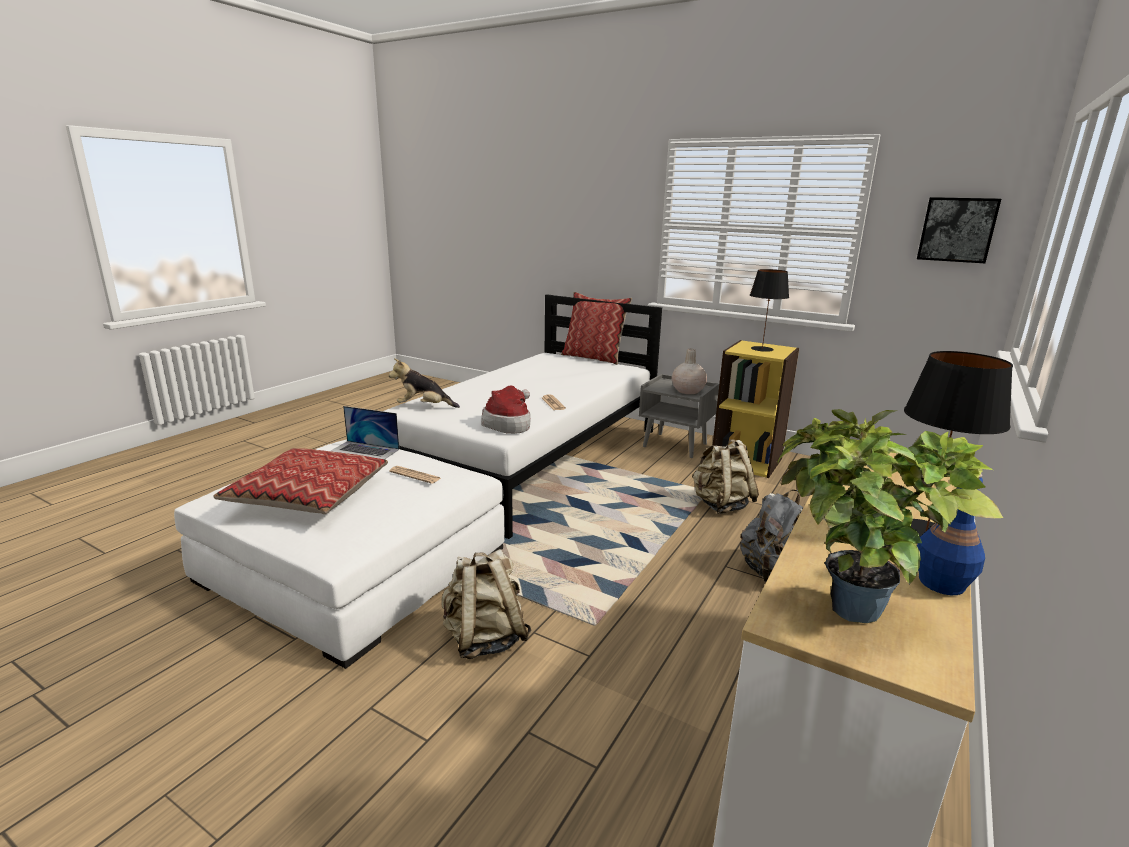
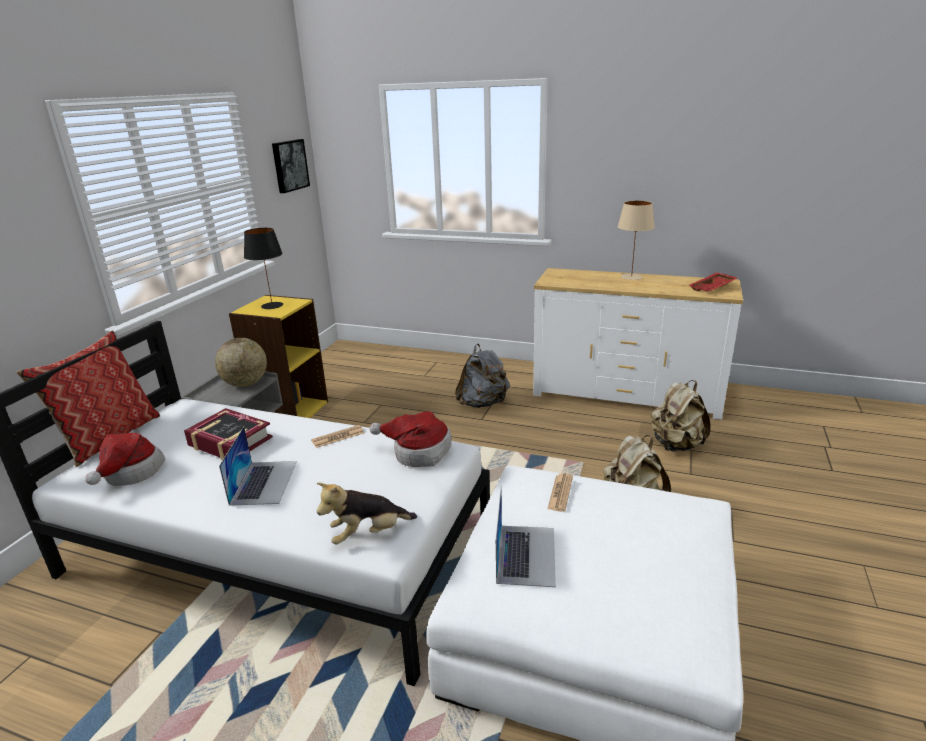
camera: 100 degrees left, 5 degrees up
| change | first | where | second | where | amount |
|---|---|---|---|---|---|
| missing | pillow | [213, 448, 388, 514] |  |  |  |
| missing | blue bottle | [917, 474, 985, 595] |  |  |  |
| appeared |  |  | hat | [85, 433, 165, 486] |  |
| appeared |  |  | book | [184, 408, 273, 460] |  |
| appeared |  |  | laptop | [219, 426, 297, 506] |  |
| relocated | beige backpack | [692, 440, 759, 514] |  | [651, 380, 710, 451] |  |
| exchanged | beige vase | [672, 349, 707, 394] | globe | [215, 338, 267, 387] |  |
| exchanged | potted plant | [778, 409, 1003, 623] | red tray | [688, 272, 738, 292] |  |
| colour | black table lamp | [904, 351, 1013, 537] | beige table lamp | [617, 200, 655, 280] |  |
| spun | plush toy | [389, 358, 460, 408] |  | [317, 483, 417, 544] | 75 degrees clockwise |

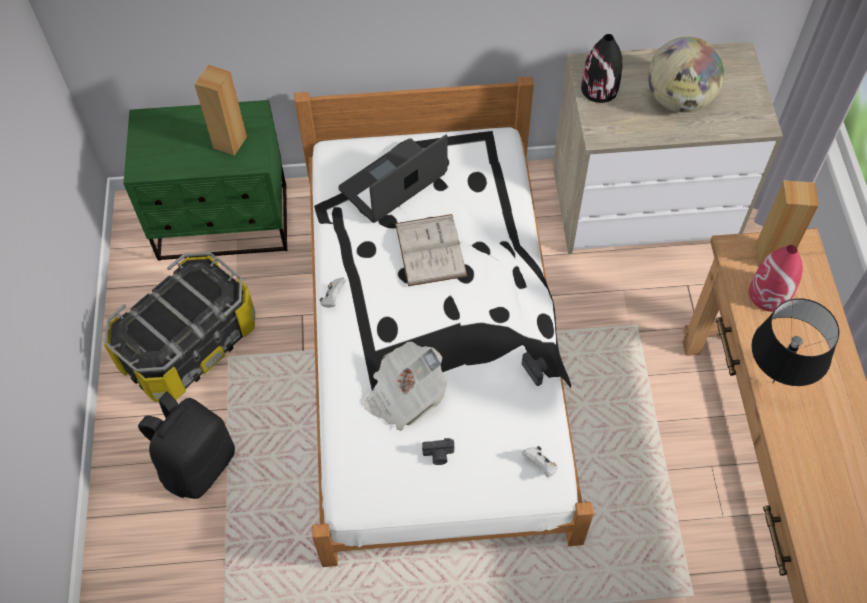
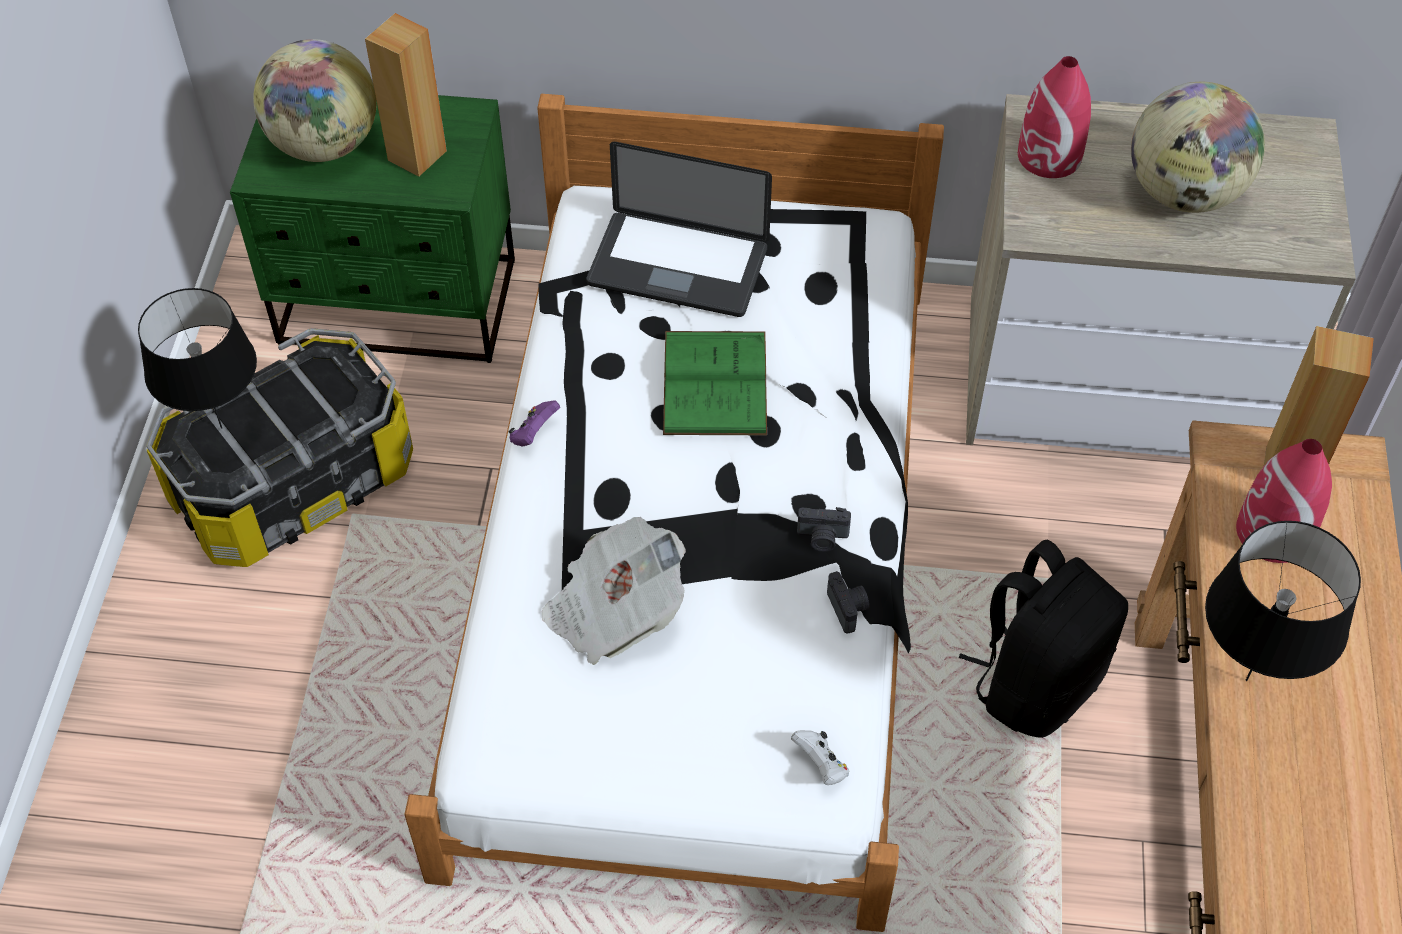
camera: 10 degrees right, 5 degrees down
| change | first | where | second | where | amount |
|---|---|---|---|---|---|
| appeared |  |  | black table lamp | [138, 288, 257, 429] |  |
| appeared |  |  | globe | [253, 39, 376, 162] |  |
| relocated | black backpack | [138, 391, 235, 499] |  | [958, 540, 1128, 738] |  |
| relocated | photo camera | [422, 438, 454, 465] |  | [797, 507, 851, 552] |  |
| colour | white game controller | [319, 277, 346, 308] | purple game controller | [509, 400, 560, 447] |  |
| colour | white book | [395, 214, 467, 286] | green book | [663, 331, 767, 435] |  |
| colour | black vase | [581, 34, 623, 103] | red vase | [1018, 56, 1091, 178] |  |
| spun | laptop | [338, 135, 447, 223] |  | [587, 142, 772, 317] | 135 degrees counterclockwise |

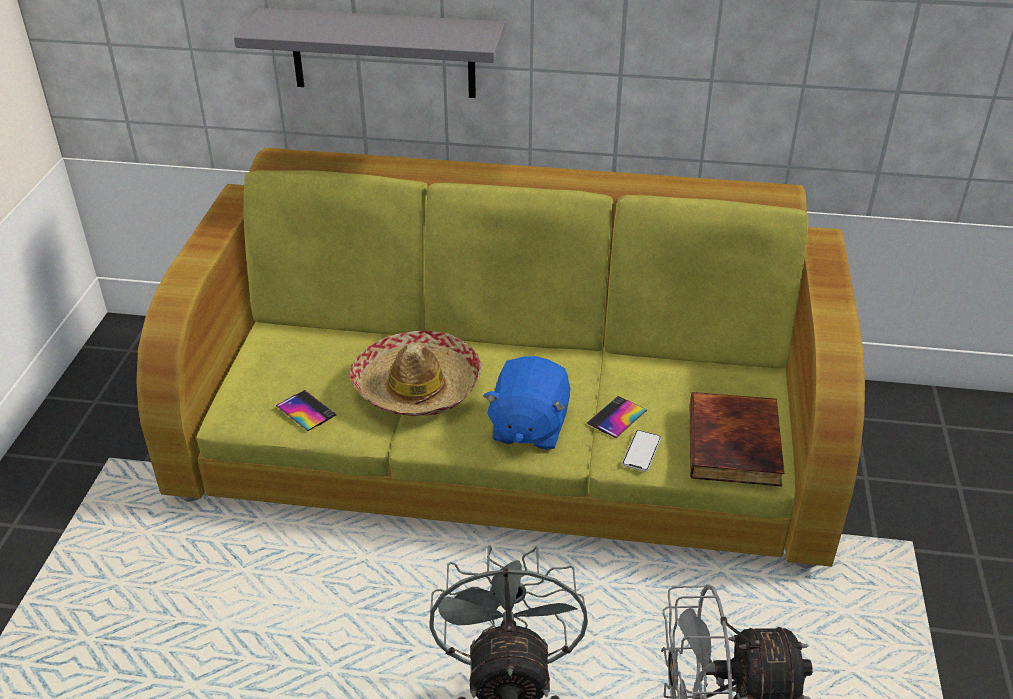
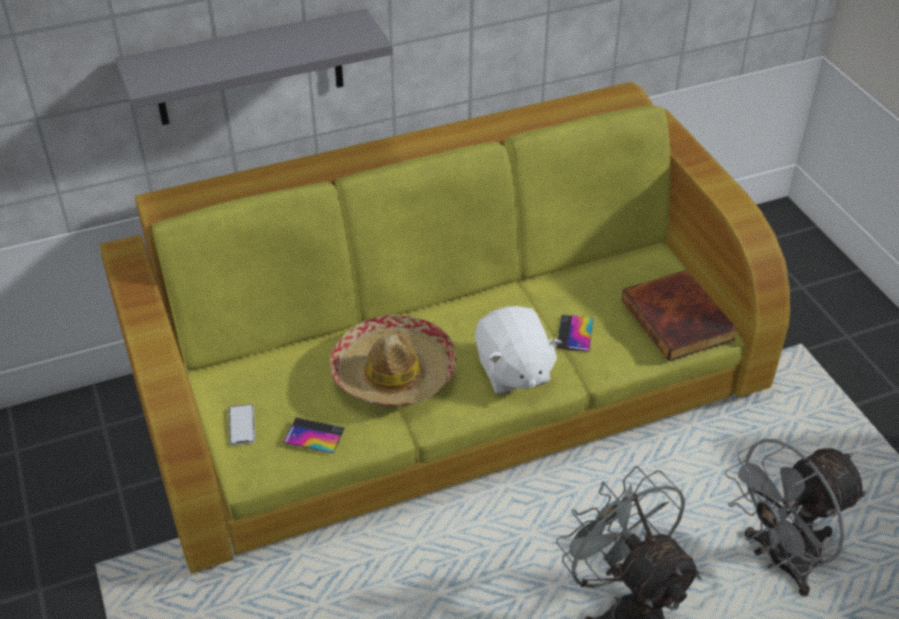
camera: 30 degrees left, 5 degrees up
| change | first | where | second | where | amount |
|---|---|---|---|---|---|
| relocated | phone | [622, 430, 661, 471] |  | [228, 404, 255, 445] |  |
| colour | blue plush toy | [483, 356, 570, 450] | white plush toy | [475, 306, 561, 394] |  |

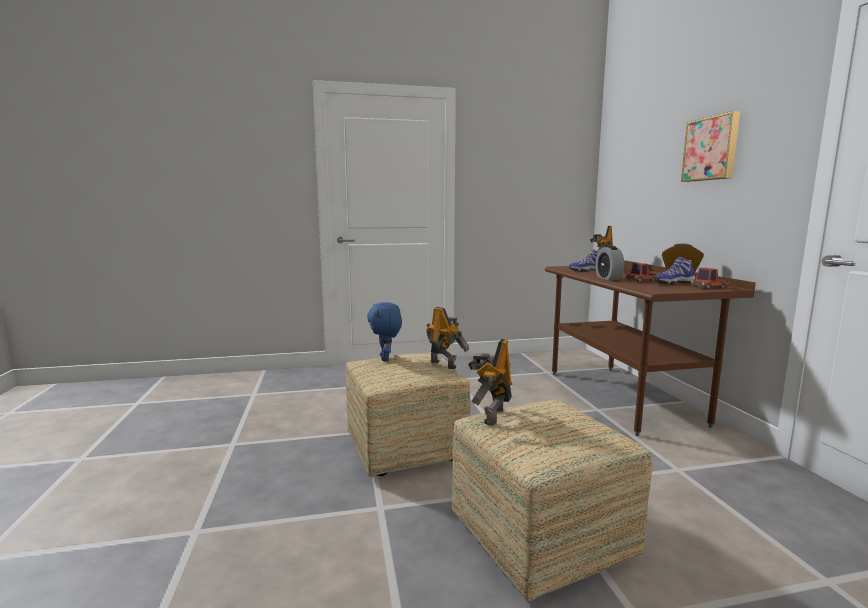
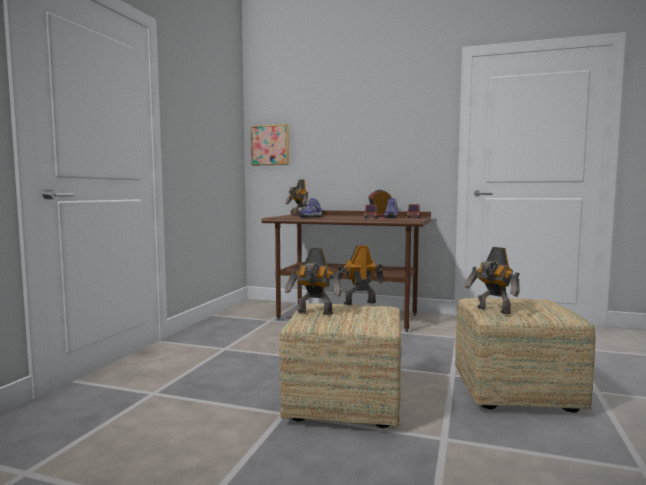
camera: 60 degrees left, 5 degrees down
| change | first | where | second | where | amount |
|---|---|---|---|---|---|
| missing | alarm clock | [595, 246, 624, 280] |  |  |  |
| relocated | picture | [681, 111, 740, 182] |  | [251, 124, 289, 166] |  |
| exchanged | blue plush toy | [367, 302, 402, 361] | toy robot | [285, 248, 342, 315] |  |

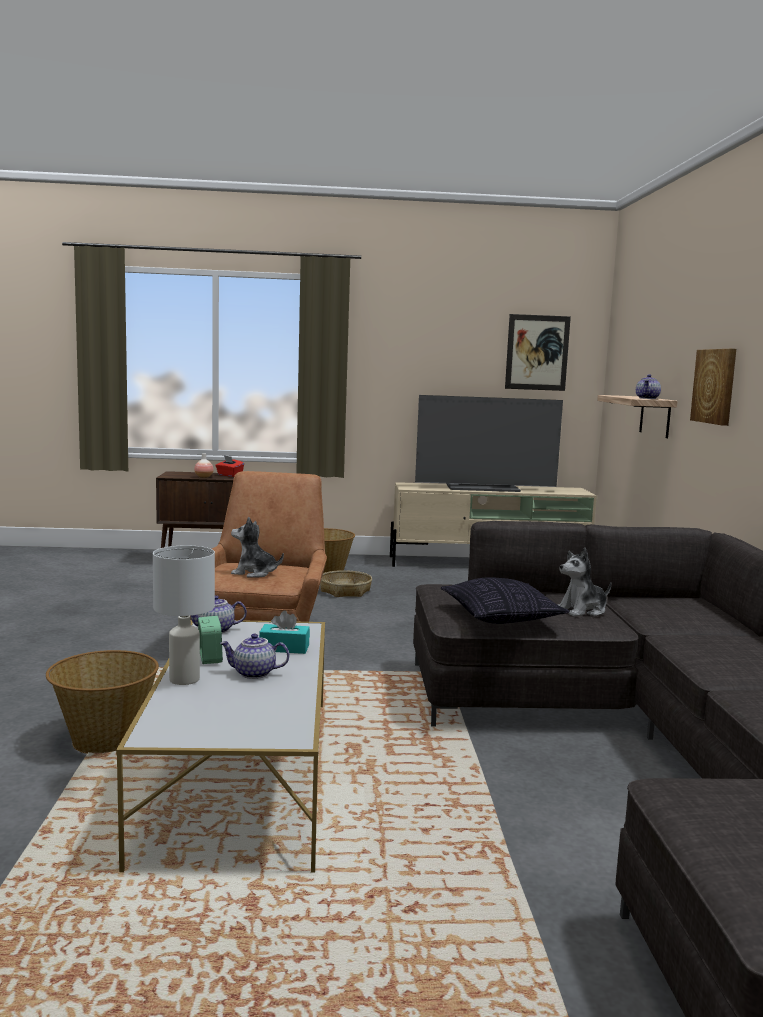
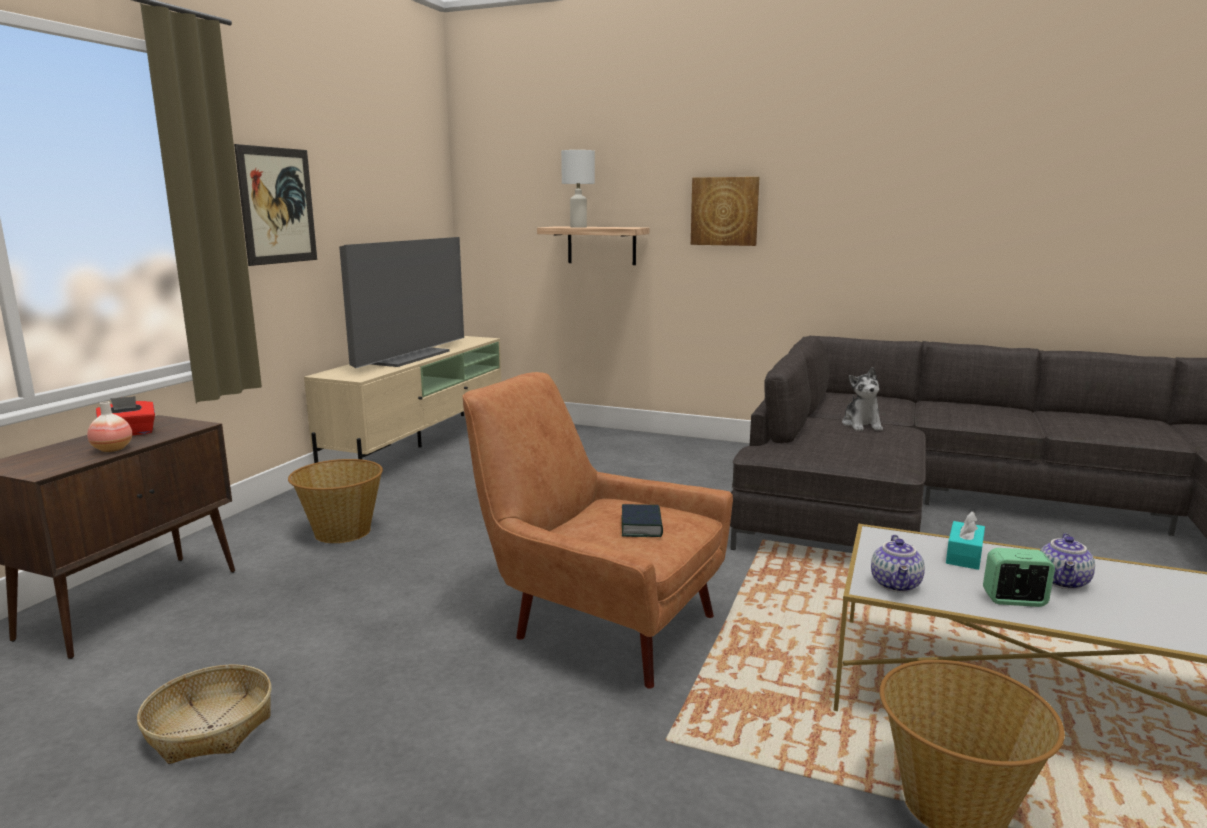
camera: 65 degrees left, 5 degrees up
| change | first | where | second | where | amount |
|---|---|---|---|---|---|
| missing | pillow | [441, 577, 569, 624] |  |  |  |
| missing | teapot | [636, 375, 661, 399] |  |  |  |
| relocated | white table lamp | [153, 546, 215, 685] |  | [561, 150, 595, 228] |  |
| relocated | basket | [320, 570, 372, 597] |  | [137, 665, 272, 764] |  |
| relocated | picture | [505, 314, 571, 391] |  | [234, 144, 317, 266] |  |
| exchanged | plush toy | [231, 517, 284, 577] | book | [622, 504, 663, 537] |  |

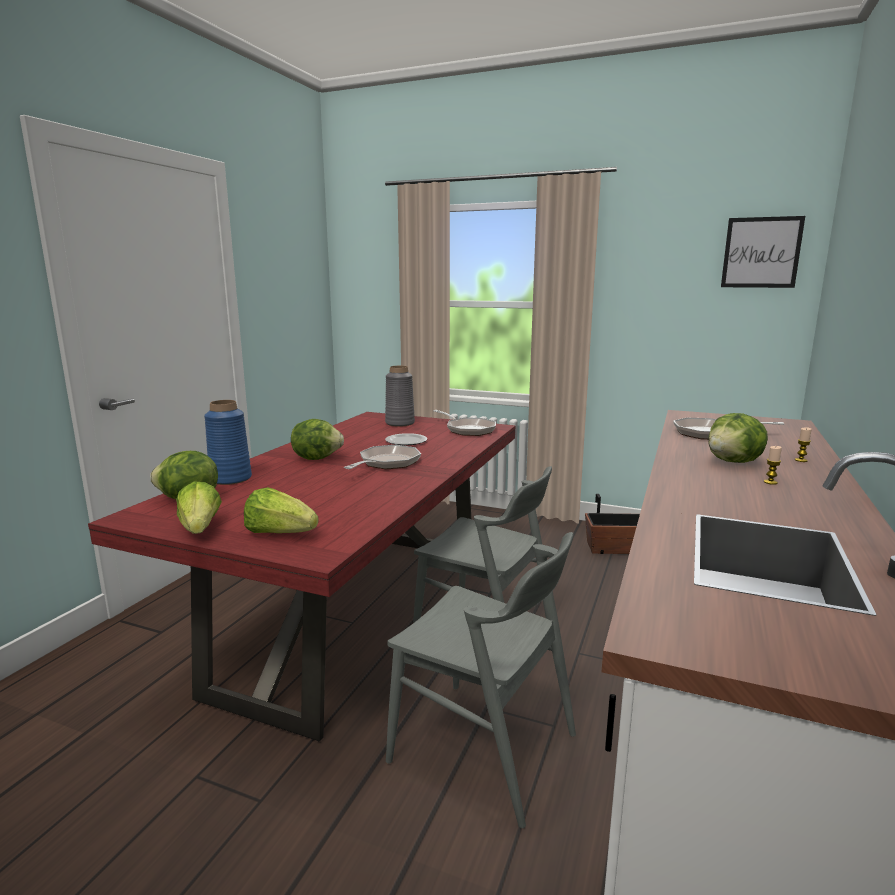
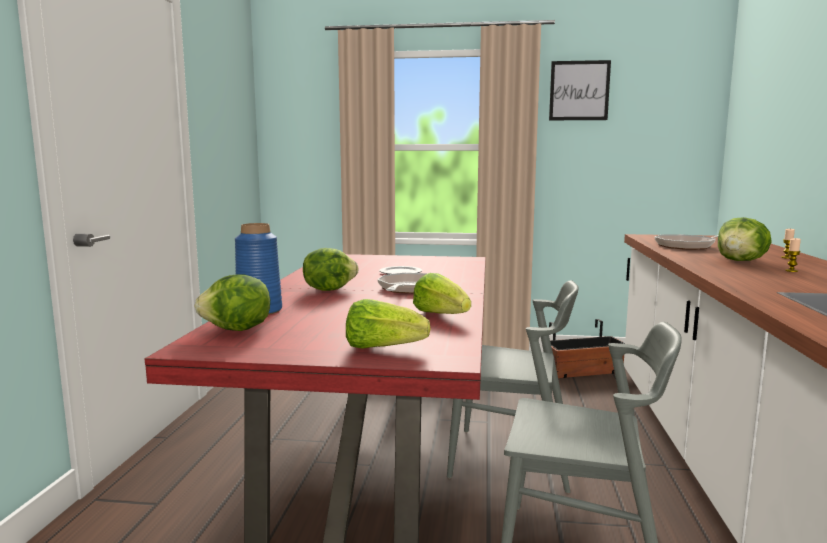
camera: 15 degrees left, 5 degrees down
| change | first | where | second | where | amount |
|---|---|---|---|---|---|
| missing | grey vase | [385, 366, 415, 427] |  |  |  |
| missing | frying pan | [433, 410, 496, 436] |  |  |  |
| relocated | lettuce | [176, 481, 222, 534] |  | [413, 273, 471, 314] |  |
| relocated | picture | [721, 216, 805, 288] |  | [549, 60, 611, 120] |  |

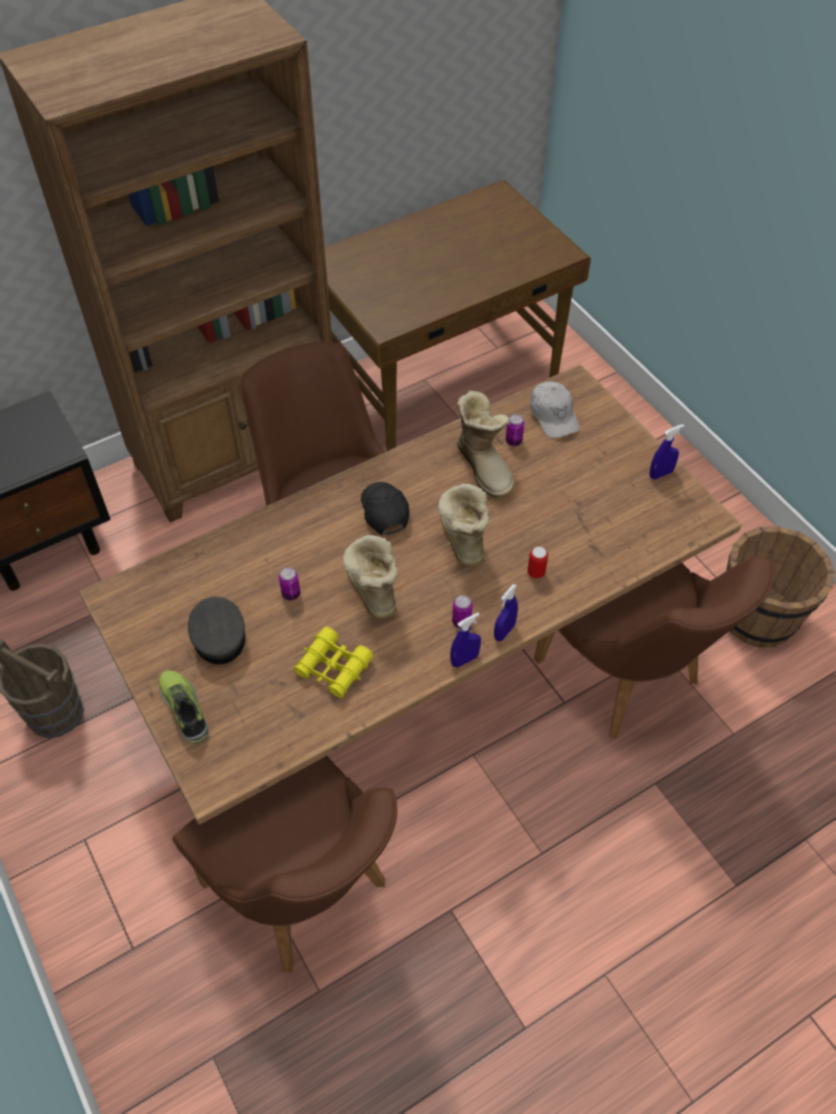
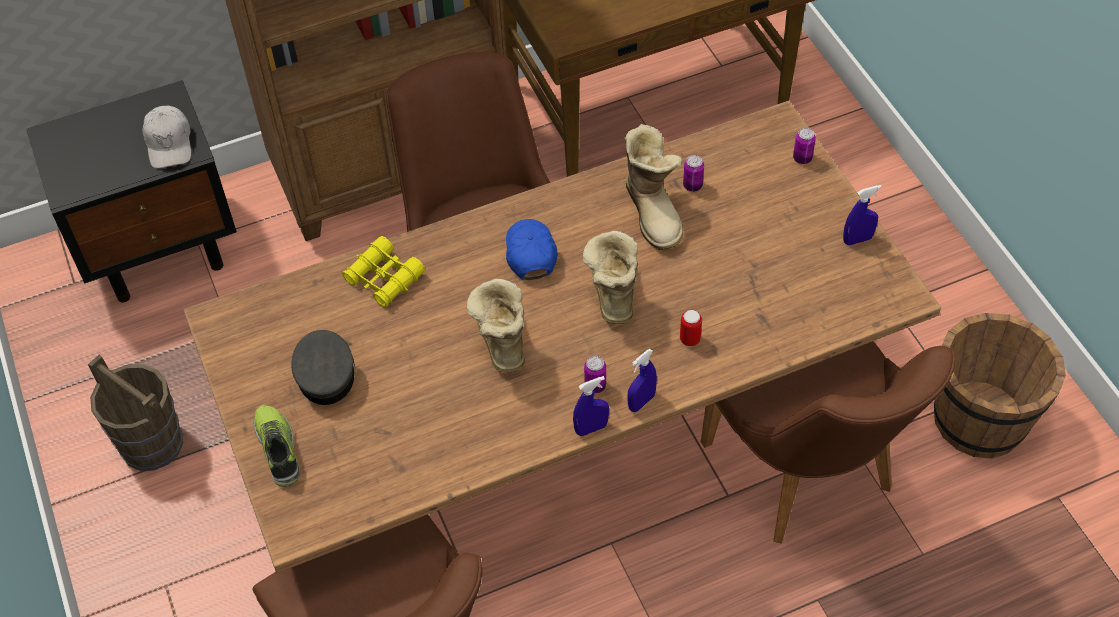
camera: 10 degrees right, 0 degrees up
| change | first | where | second | where | amount |
|---|---|---|---|---|---|
| relocated | can | [279, 567, 300, 600] |  | [793, 128, 816, 164] |  |
| relocated | yellow binoculars | [293, 627, 373, 698] |  | [342, 236, 425, 308] |  |
| relocated | white cap | [531, 381, 580, 438] |  | [142, 106, 191, 168] |  |
| colour | black cap | [361, 482, 409, 535] | blue cap | [506, 219, 558, 280] |  |

